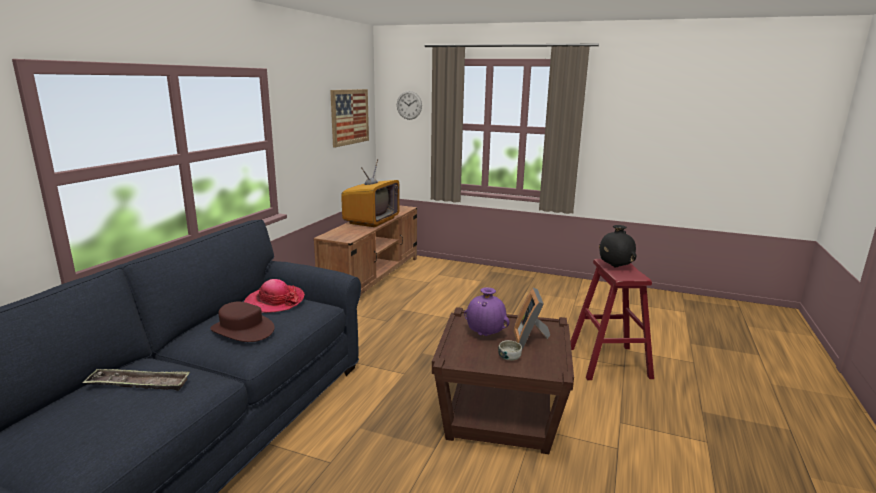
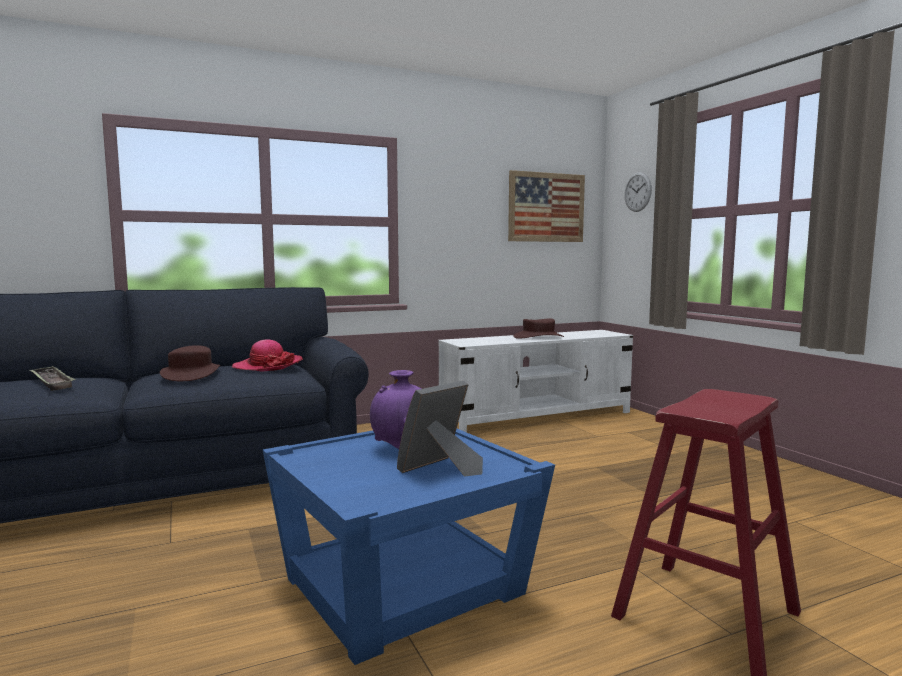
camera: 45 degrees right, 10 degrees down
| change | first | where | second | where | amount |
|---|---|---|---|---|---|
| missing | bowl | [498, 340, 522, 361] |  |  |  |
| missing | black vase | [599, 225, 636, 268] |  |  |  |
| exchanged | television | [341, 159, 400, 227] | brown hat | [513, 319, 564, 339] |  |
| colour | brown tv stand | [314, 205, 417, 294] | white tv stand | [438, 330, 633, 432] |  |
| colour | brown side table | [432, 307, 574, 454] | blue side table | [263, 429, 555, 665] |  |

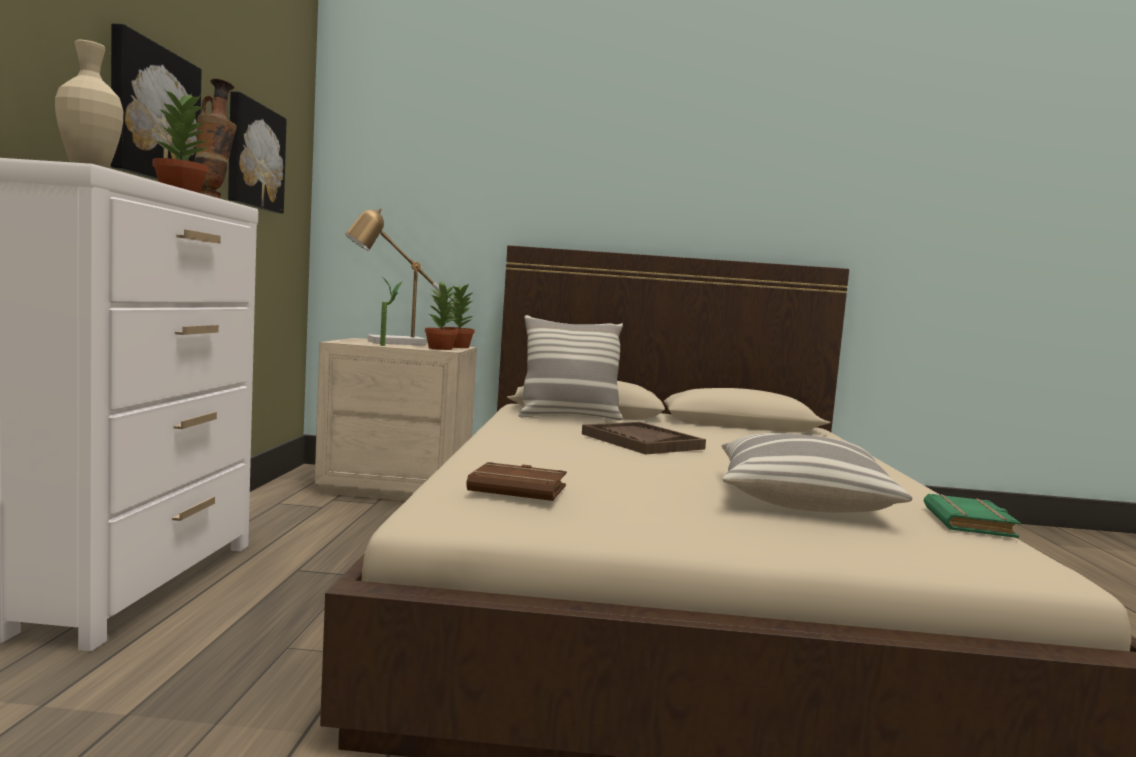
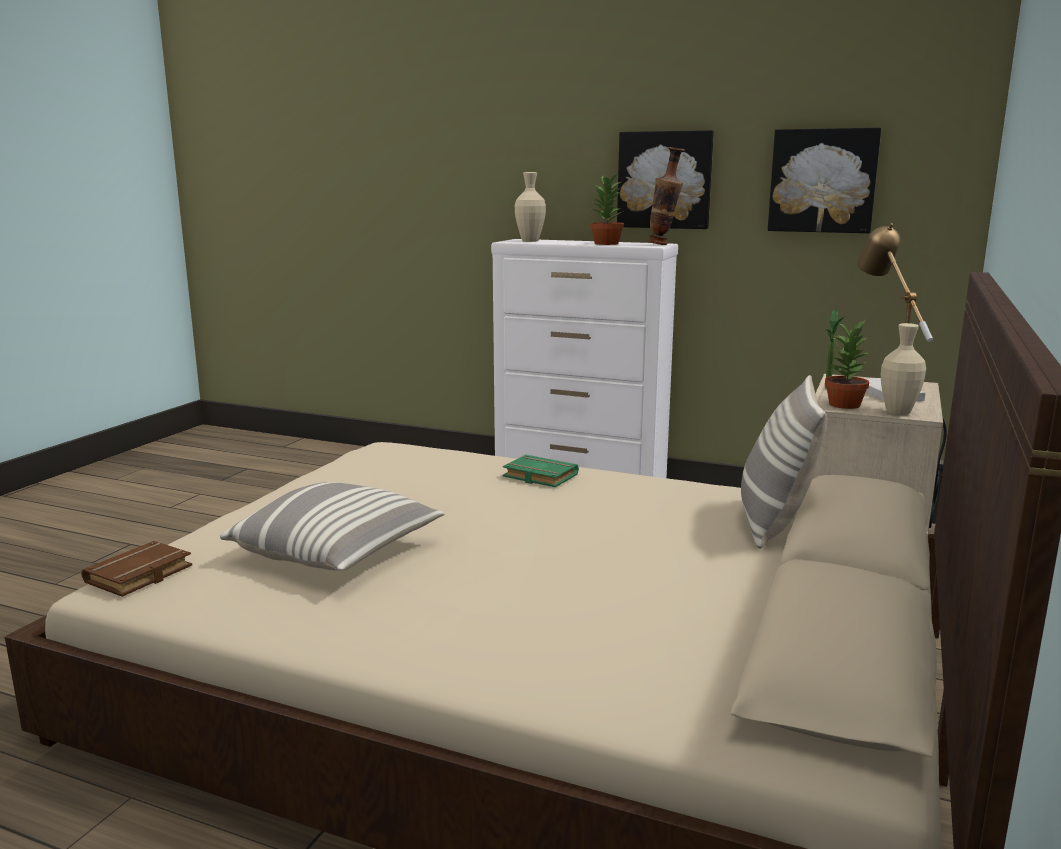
camera: 110 degrees right, 10 degrees up
| change | first | where | second | where | amount |
|---|---|---|---|---|---|
| missing | brown tray | [582, 422, 706, 455] |  |  |  |
| relocated | brown book | [466, 462, 567, 501] |  | [81, 541, 192, 597] |  |
| relocated | green book | [924, 494, 1021, 538] |  | [503, 455, 579, 487] |  |
| exchanged | potted plant | [443, 283, 476, 348] | beige vase | [881, 323, 926, 415] |  |

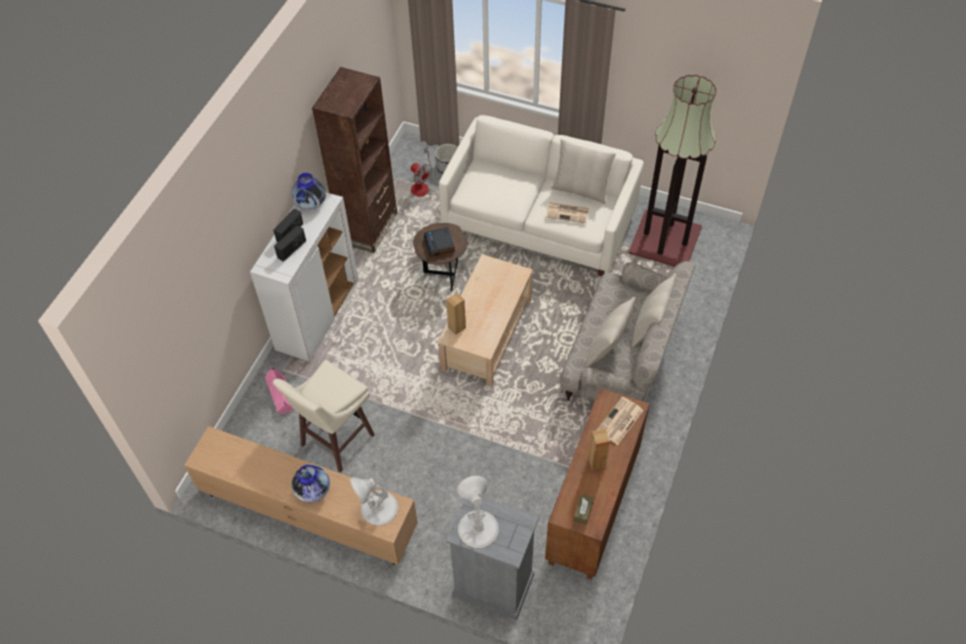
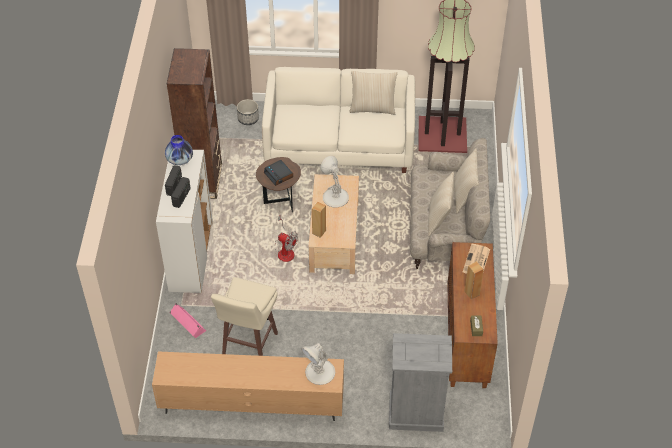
camera: 20 degrees left, 5 degrees down
| change | first | where | second | where | amount |
|---|---|---|---|---|---|
| missing | vase | [292, 465, 330, 503] |  |  |  |
| missing | newspaper | [546, 203, 589, 223] |  |  |  |
| relocated | fan | [411, 147, 432, 196] |  | [275, 215, 298, 262] |  |
| relocated | white table lamp | [457, 476, 499, 548] |  | [320, 156, 349, 207] |  |

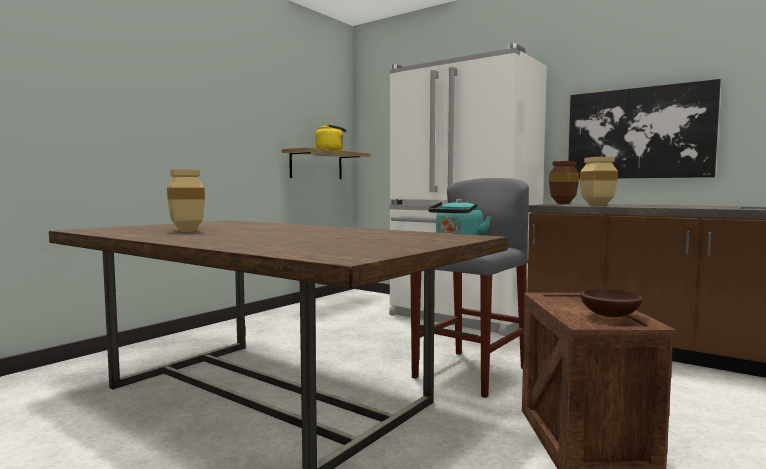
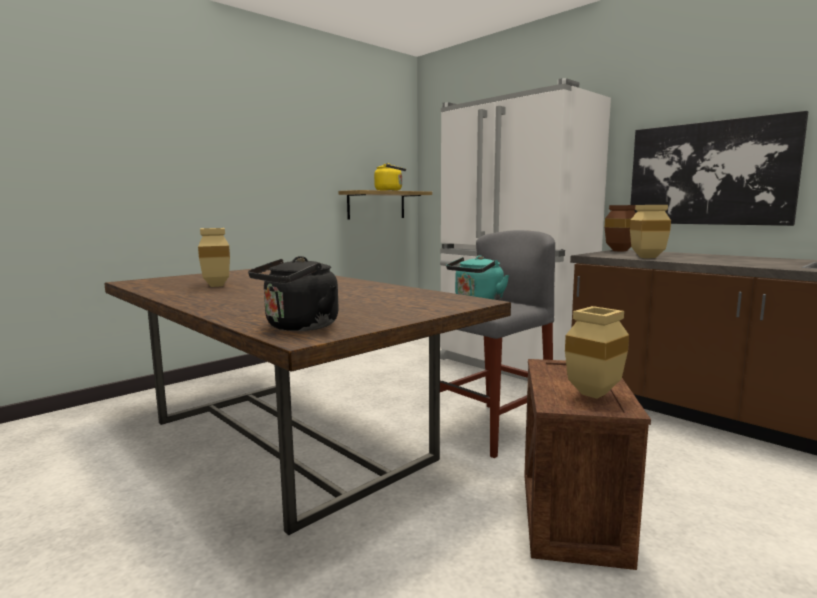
camera: 10 degrees right, 5 degrees up
| change | first | where | second | where | amount |
|---|---|---|---|---|---|
| appeared |  |  | black kettle | [248, 256, 339, 331] |  |
| exchanged | brown bowl | [580, 289, 643, 317] | beige vase | [565, 306, 629, 399] |  |

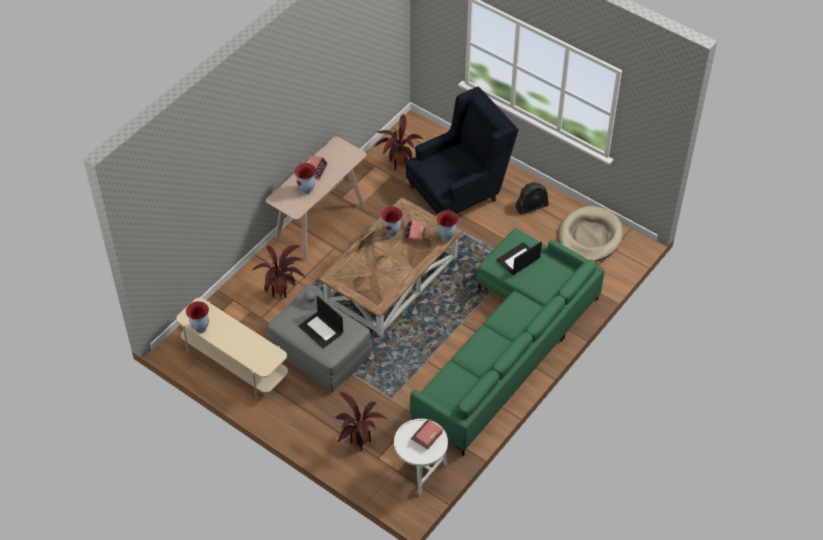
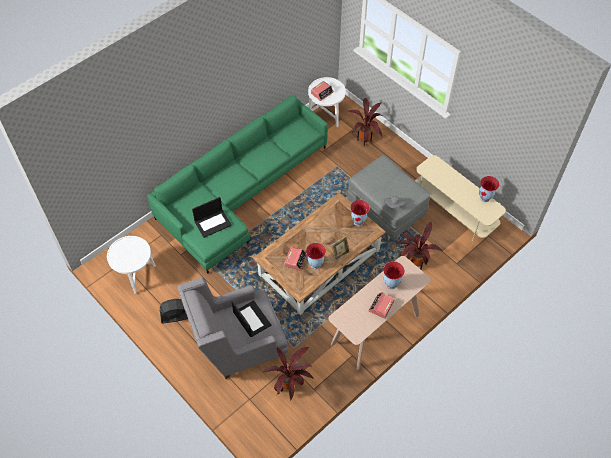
camera: 170 degrees left, 5 degrees up
| change | first | where | second | where | amount |
|---|---|---|---|---|---|
| relocated | laptop | [299, 296, 343, 348] |  | [231, 300, 271, 337] |  |
| relocated | vase | [436, 211, 458, 242] |  | [350, 200, 370, 226] |  |
| exchanged | beige dog bed | [559, 206, 623, 262] | white side table | [107, 236, 156, 294] |  |
| colour | blue armchair | [406, 86, 518, 215] | grey armchair | [177, 278, 288, 379] |  |

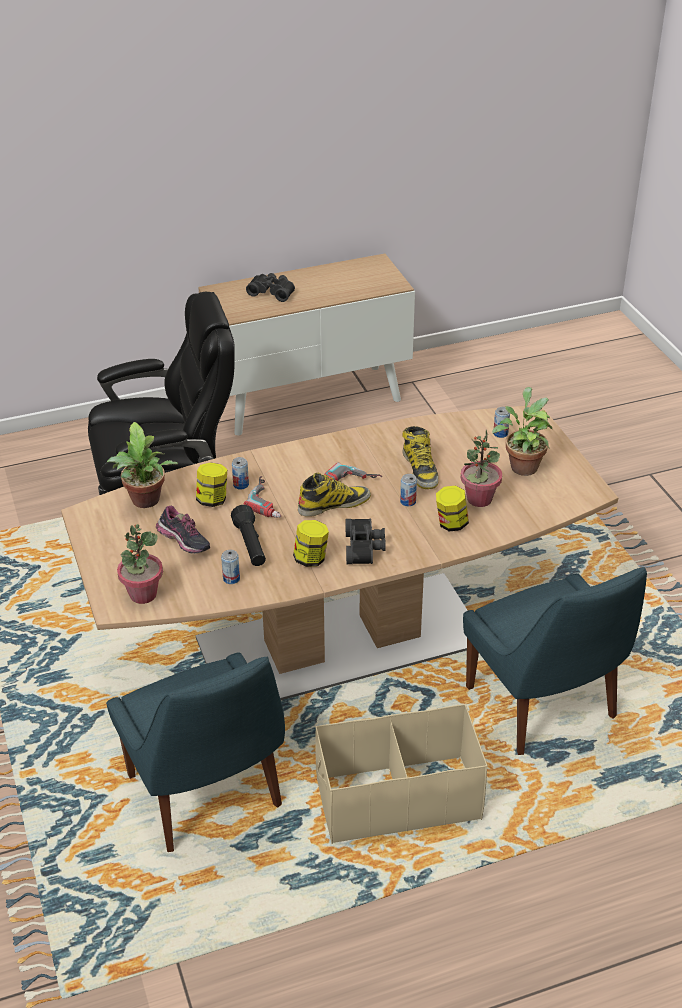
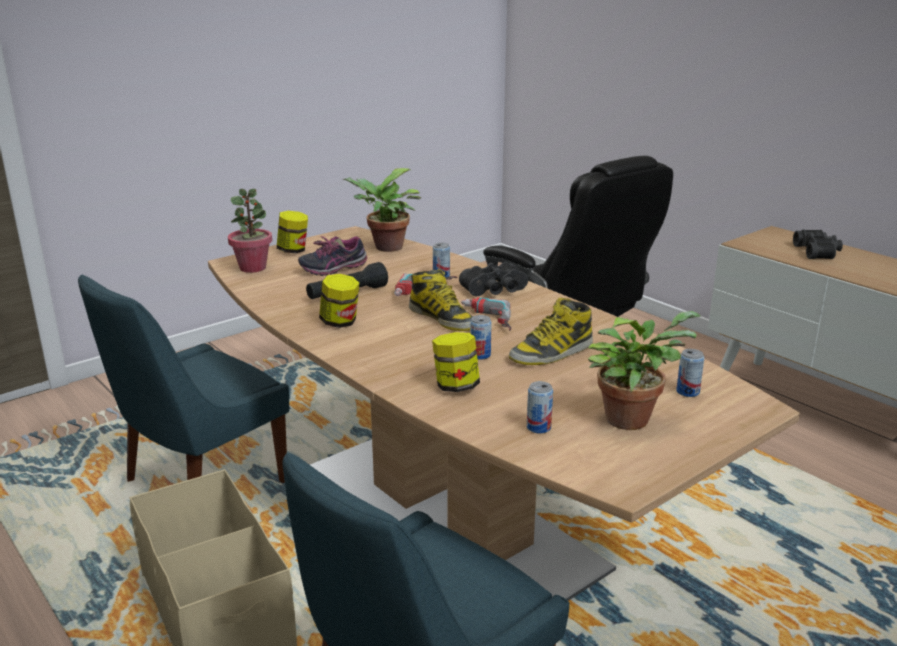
camera: 70 degrees right, 15 degrees down
| change | first | where | second | where | amount |
|---|---|---|---|---|---|
| missing | potted plant | [461, 430, 502, 507] |  |  |  |
| relocated | jar | [196, 462, 227, 507] |  | [277, 211, 308, 253] |  |
| relocated | can | [221, 550, 240, 584] |  | [527, 381, 553, 434] |  |
| relocated | black binoculars | [345, 519, 386, 564] |  | [459, 262, 528, 296] |  |
| spun | shoe | [156, 506, 210, 554] |  | [298, 236, 367, 276] | 45 degrees clockwise |

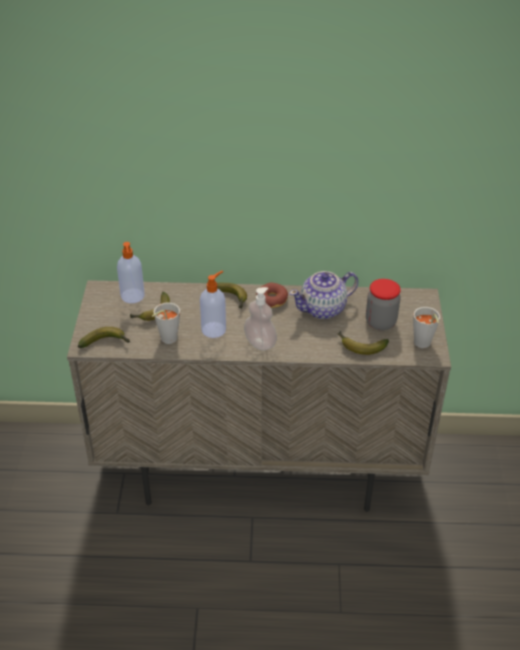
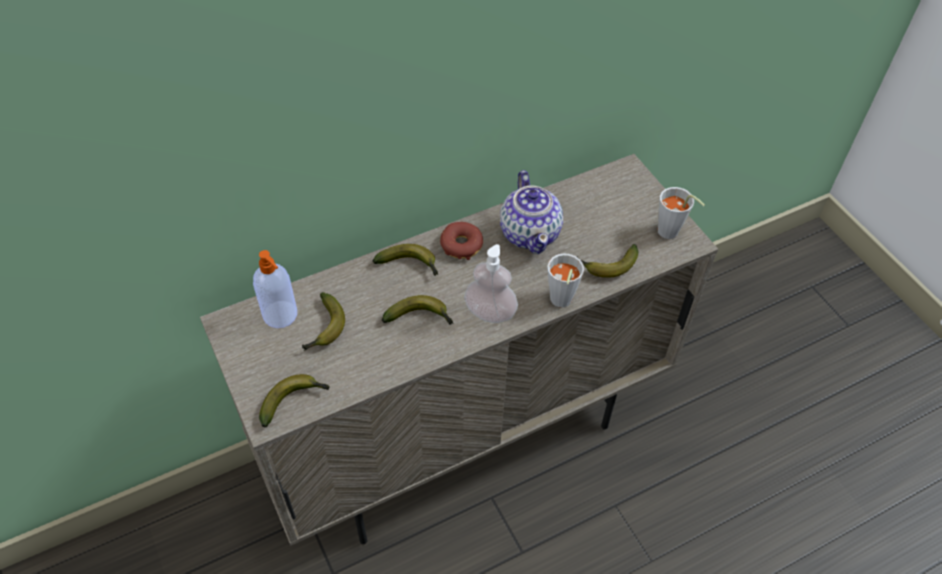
camera: 30 degrees left, 10 degrees up
| change | first | where | second | where | amount |
|---|---|---|---|---|---|
| missing | jar | [366, 279, 401, 330] |  |  |  |
| relocated | grey cup | [152, 302, 180, 344] |  | [547, 253, 584, 307] |  |
| exchanged | soap dispenser | [200, 271, 226, 338] | banana | [382, 295, 454, 325] |  |
| spun | teapot | [289, 271, 358, 319] |  | [500, 170, 563, 254] | 45 degrees counterclockwise |

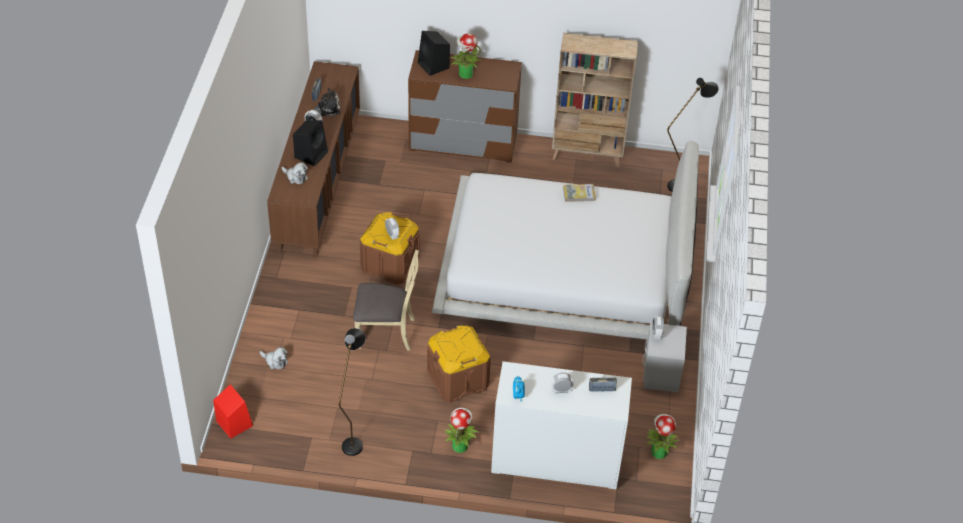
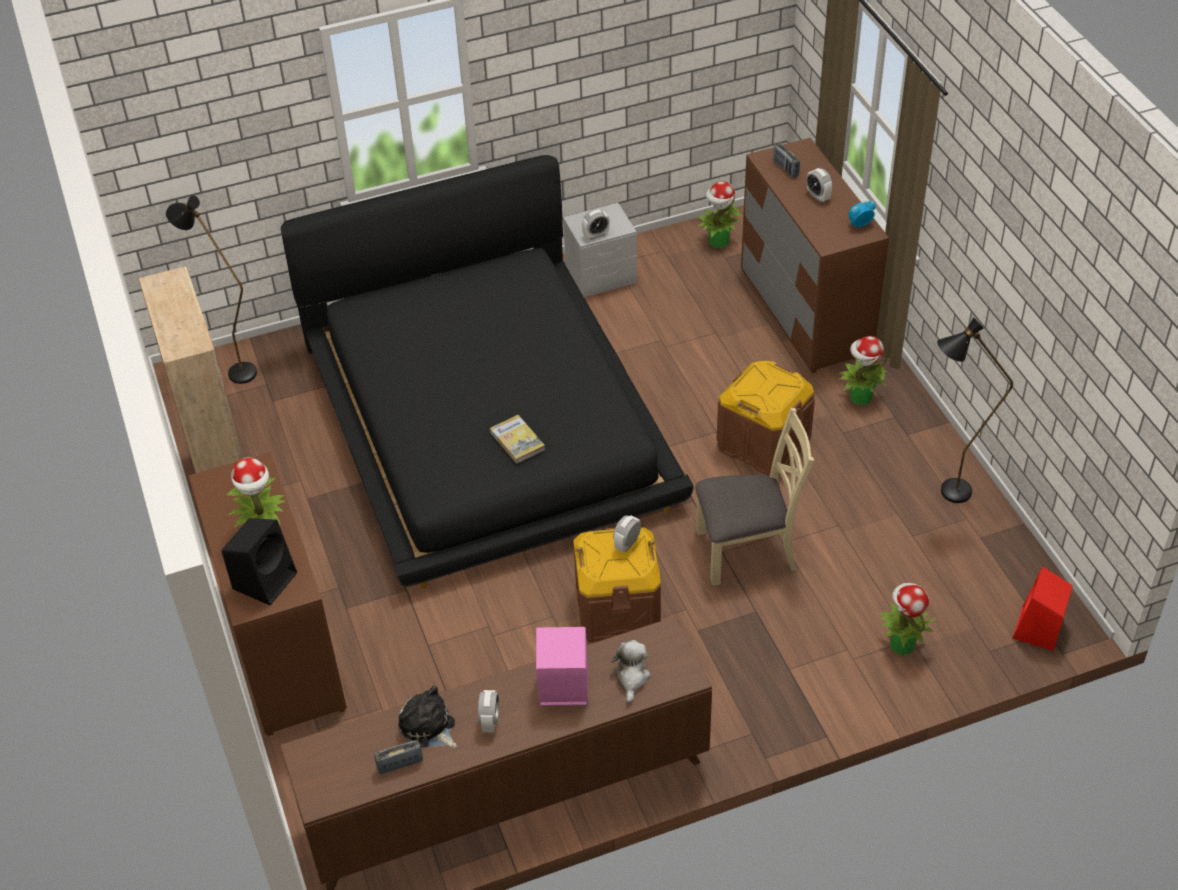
camera: 115 degrees left, 0 degrees up
| change | first | where | second | where | amount |
|---|---|---|---|---|---|
| relocated | book | [563, 184, 596, 202] |  | [490, 415, 545, 464] |  |
| exchanged | plush toy | [260, 347, 288, 369] | potted plant | [880, 583, 936, 655] |  |
| colour | black speaker | [293, 120, 328, 166] | pink speaker | [536, 627, 588, 706] |  |
| colour | white bed | [432, 140, 699, 340] | black bed | [280, 155, 694, 589] |  |
| colour | white dresser | [491, 361, 632, 489] | brown dresser | [741, 138, 889, 373] |  |
| spun | beige chair | [353, 250, 419, 351] |  | [695, 408, 814, 586] | 105 degrees clockwise |

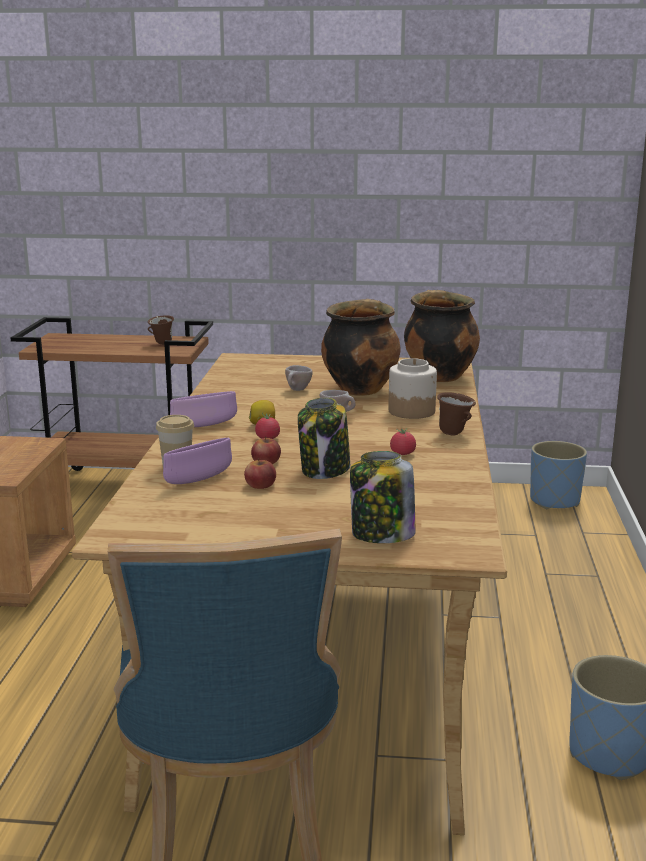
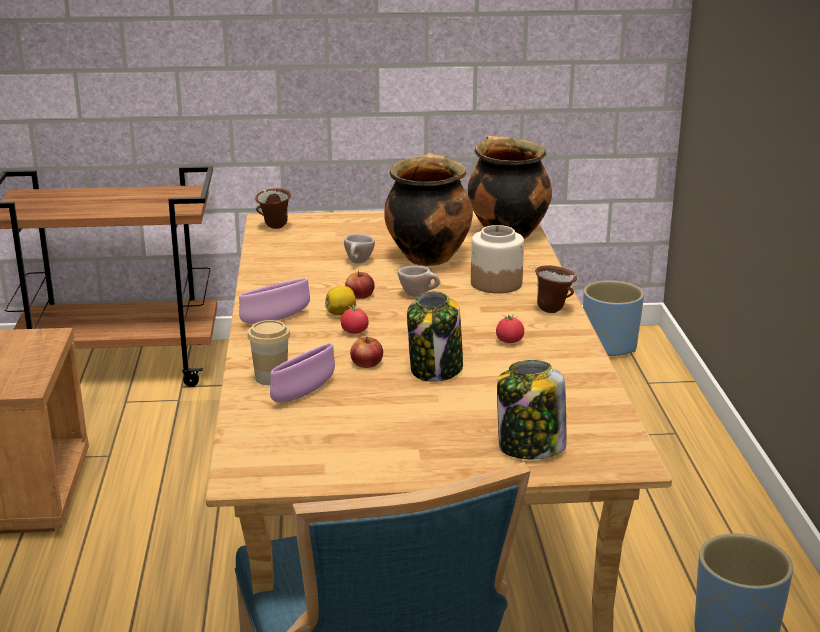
camera: 10 degrees left, 5 degrees up
| change | first | where | second | where | amount |
|---|---|---|---|---|---|
| relocated | brown mug | [148, 315, 174, 345] |  | [255, 188, 291, 229] |  |
| relocated | apple | [244, 458, 276, 489] |  | [345, 271, 375, 299] |  |

